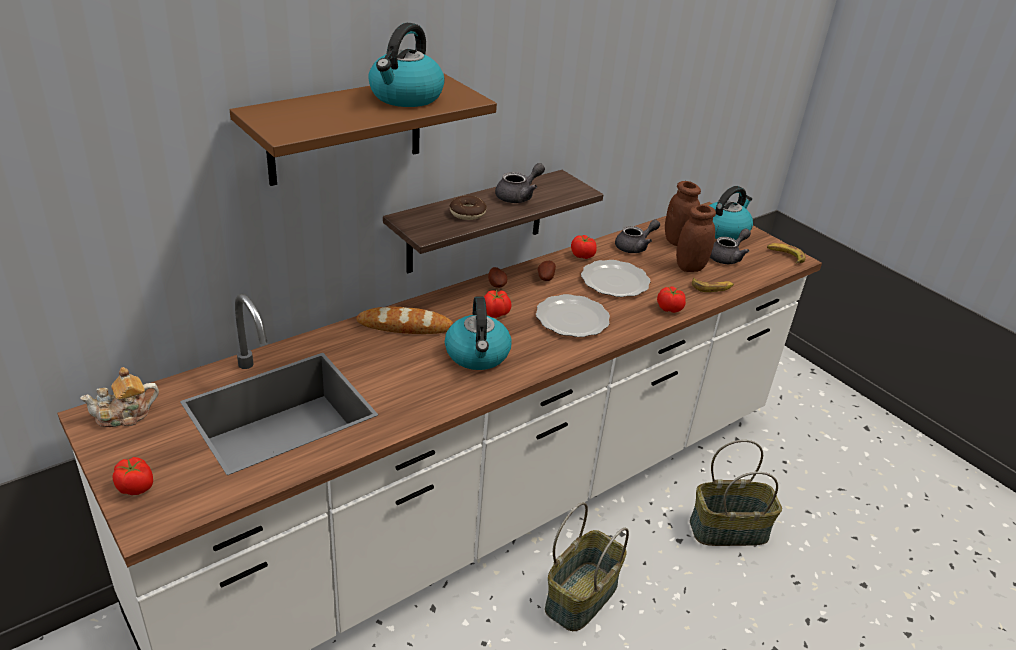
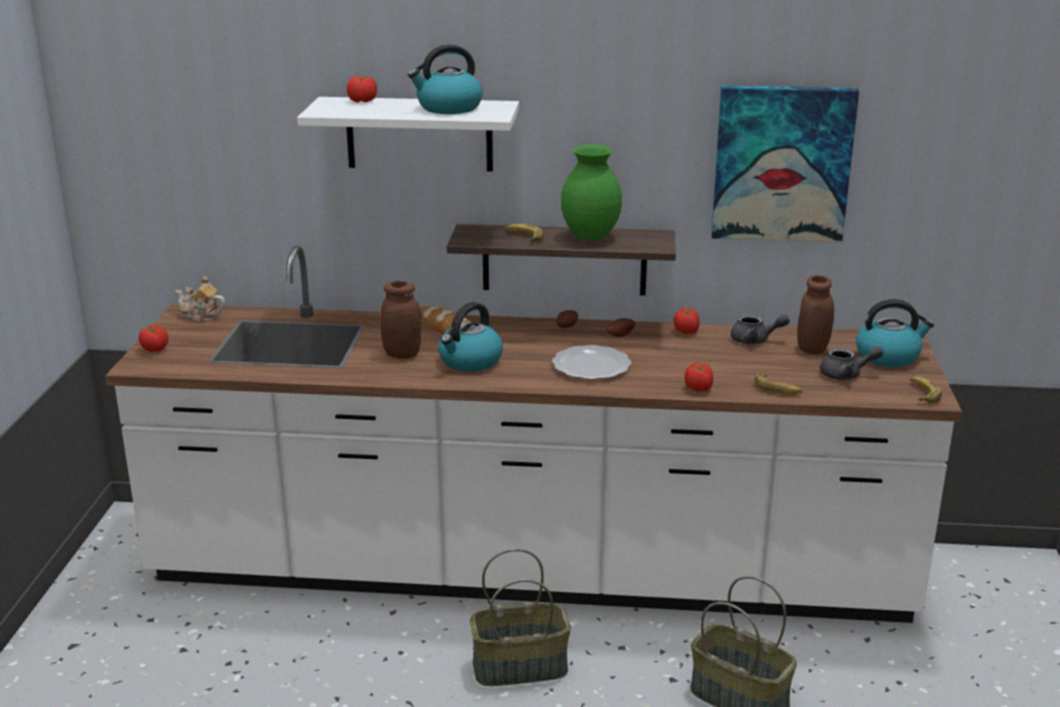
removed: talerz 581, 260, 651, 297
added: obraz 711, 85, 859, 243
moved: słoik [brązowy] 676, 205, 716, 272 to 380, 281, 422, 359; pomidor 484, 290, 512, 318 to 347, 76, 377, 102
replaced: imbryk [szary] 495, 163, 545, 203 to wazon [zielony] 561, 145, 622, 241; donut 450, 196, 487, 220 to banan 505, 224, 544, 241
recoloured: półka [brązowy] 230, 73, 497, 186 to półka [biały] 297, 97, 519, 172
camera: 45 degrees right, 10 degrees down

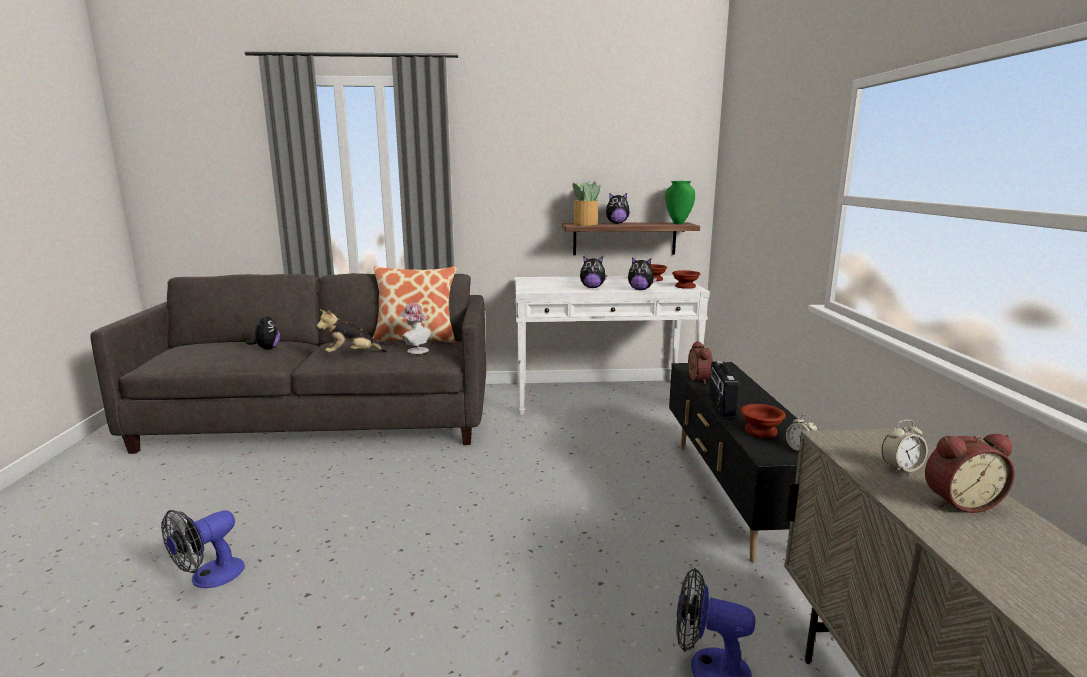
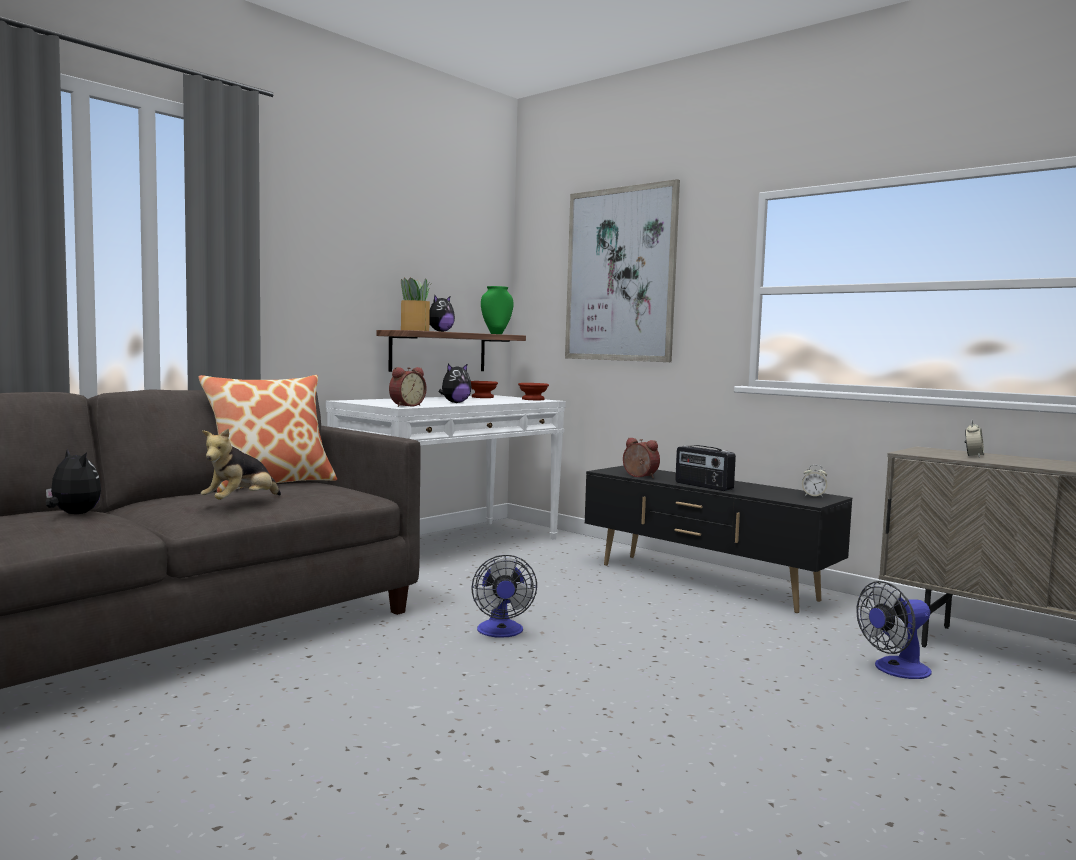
removed: pluszak 628, 257, 657, 290; kapelusz 400, 303, 431, 354; miska [brązowy] 740, 404, 786, 438
added: obraz 565, 179, 680, 362
moved: budzik 925, 434, 1014, 513 to 389, 367, 427, 407; wentylator 161, 510, 245, 588 to 471, 555, 537, 637
camera: 45 degrees left, 10 degrees down

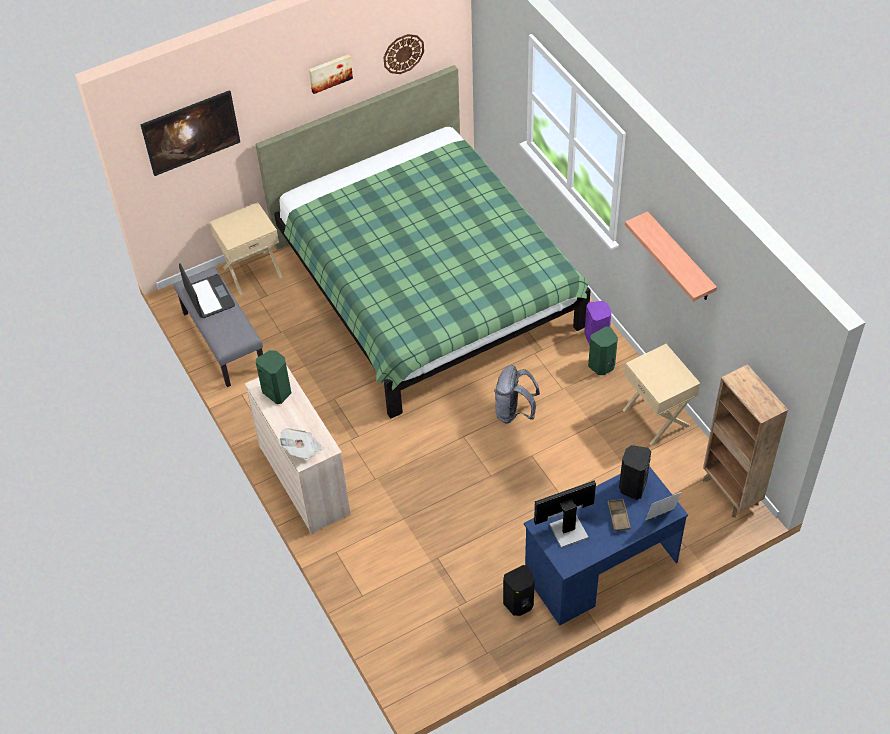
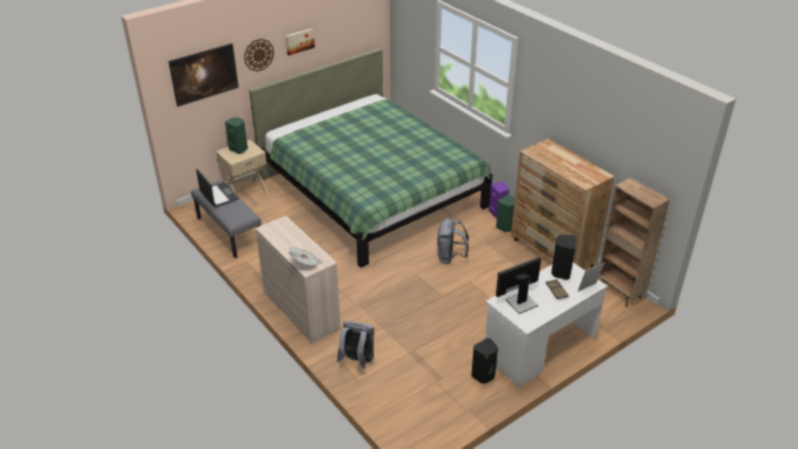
removed: półka 625, 211, 717, 302
added: plecak [szary] 337, 321, 374, 369
moved: zegar ścienny 384, 34, 424, 74 to 244, 39, 274, 72; głośnik [zielony] 256, 350, 291, 404 to 225, 117, 248, 154
replaced: szafka nocna [beżowy] 623, 344, 700, 445 to komoda [brązowy] 511, 139, 614, 269
recoloured: biurko [niebieski] 524, 466, 688, 626 to biurko [biały] 485, 262, 608, 387
camera: 10 degrees left, 15 degrees down

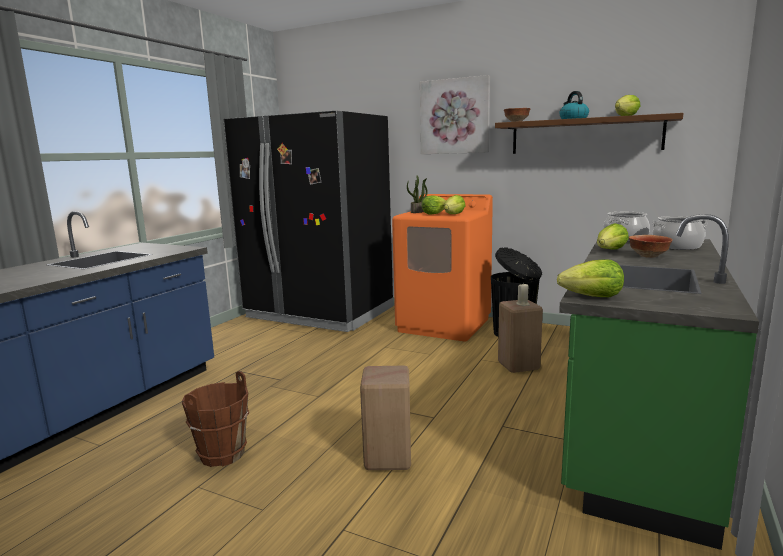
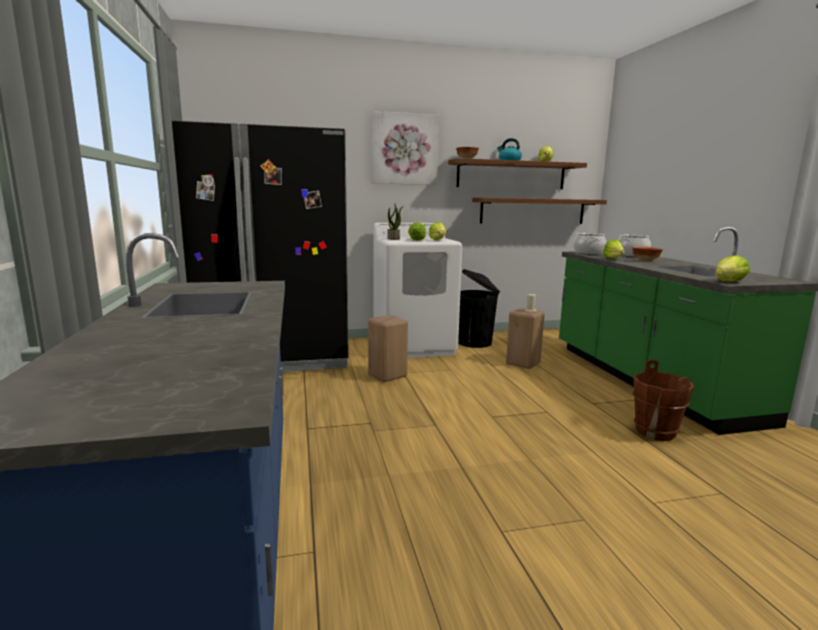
added: półka [brązowy] 472, 198, 607, 224
moved: stołek [beżowy] 360, 366, 411, 470 to 368, 315, 408, 382; wiadro [brązowy] 182, 371, 249, 467 to 632, 360, 694, 441
recoloured: pralka [pomarańczowy] 392, 194, 493, 342 to pralka [biały] 373, 223, 462, 358
camera: 40 degrees left, 0 degrees up

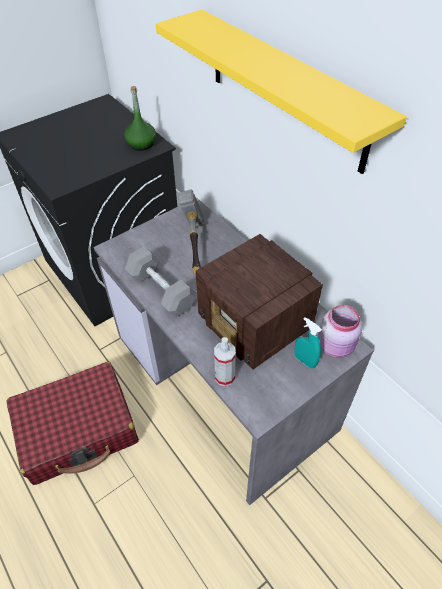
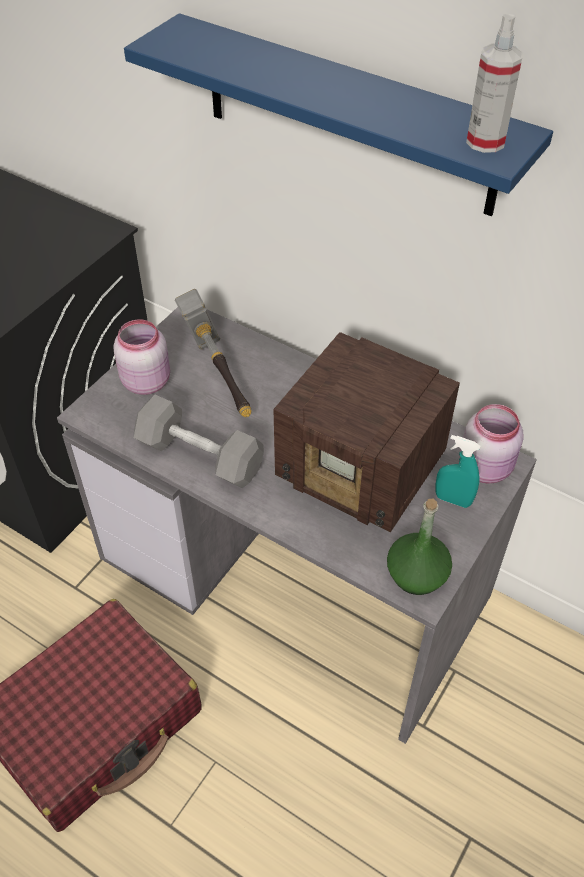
added: słoik [różowy] 113, 319, 170, 395
moved: butelka [zielony] 124, 86, 156, 151 to 387, 499, 452, 595; spryskiwacz 214, 337, 236, 386 to 466, 14, 523, 153
recoloured: półka [żółty] 156, 10, 407, 174 to półka [niebieski] 124, 13, 553, 216
camera: 20 degrees left, 0 degrees up

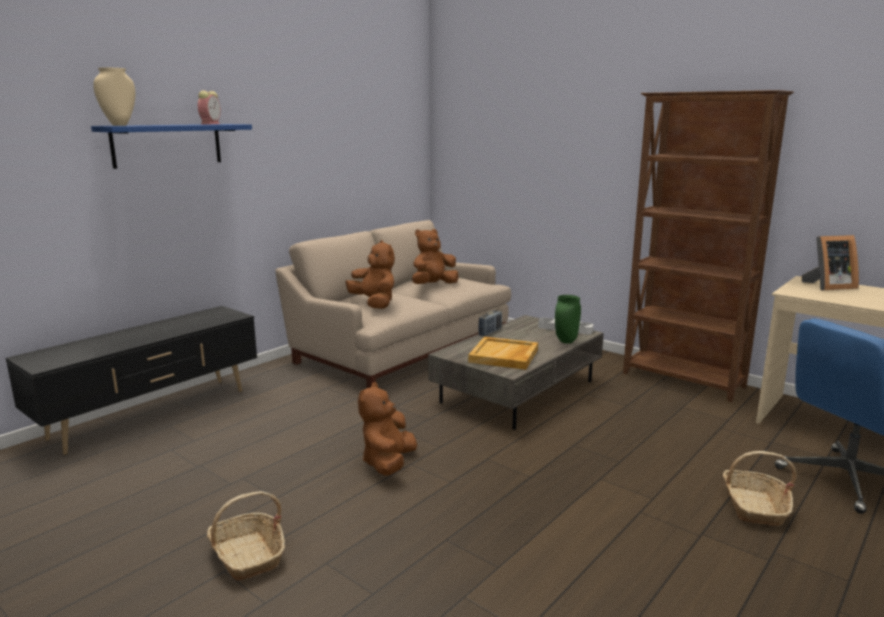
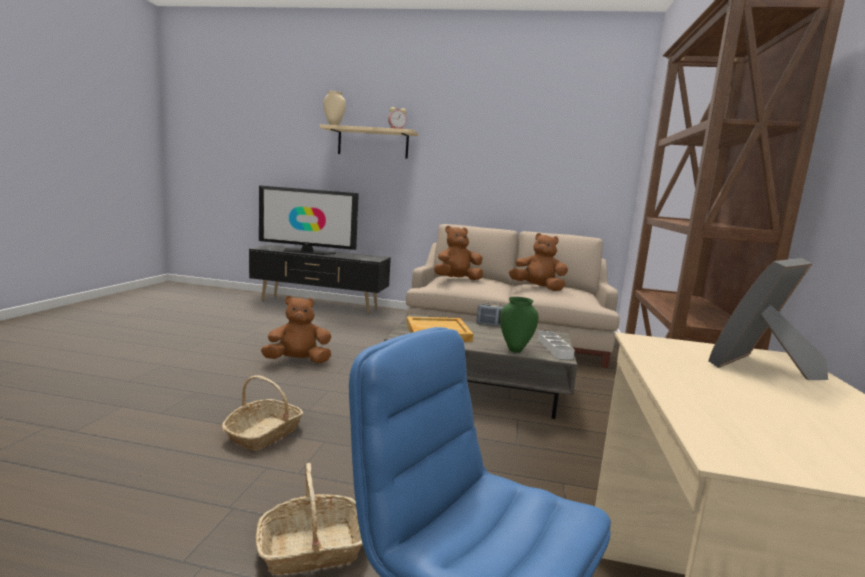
added: telewizor 259, 185, 359, 255
moved: koszyk 207, 491, 285, 581 to 222, 375, 303, 450
recoloured: półka [niebieski] 91, 124, 252, 169 to półka [beżowy] 320, 124, 418, 159
turned: ramka na zdjęcie 802, 235, 859, 291 = 708, 258, 828, 380 90 degrees clockwise; pluszak [brązowy] 345, 240, 395, 309 = 434, 226, 483, 280 135 degrees counterclockwise
camera: 60 degrees right, 5 degrees down

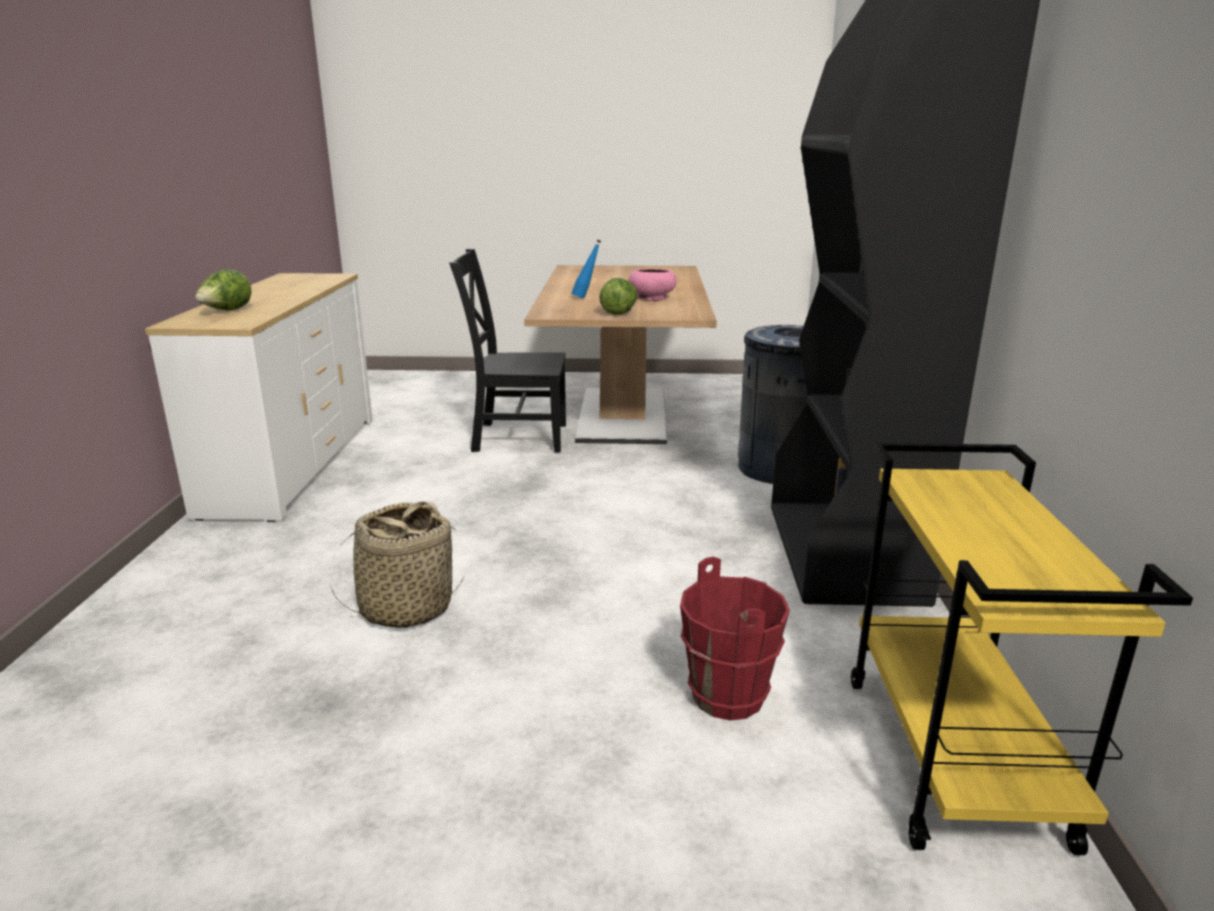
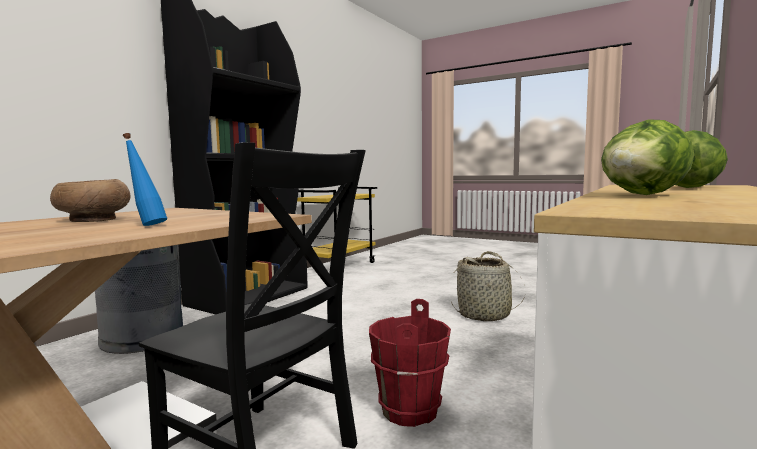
moved: sałata 599, 278, 637, 315 to 601, 119, 694, 195; wiadro [czerwony] 680, 556, 790, 720 to 369, 299, 451, 427
recoloured: miska [różowy] 628, 268, 677, 301 to miska [brązowy] 50, 179, 130, 222
camera: 150 degrees left, 15 degrees down

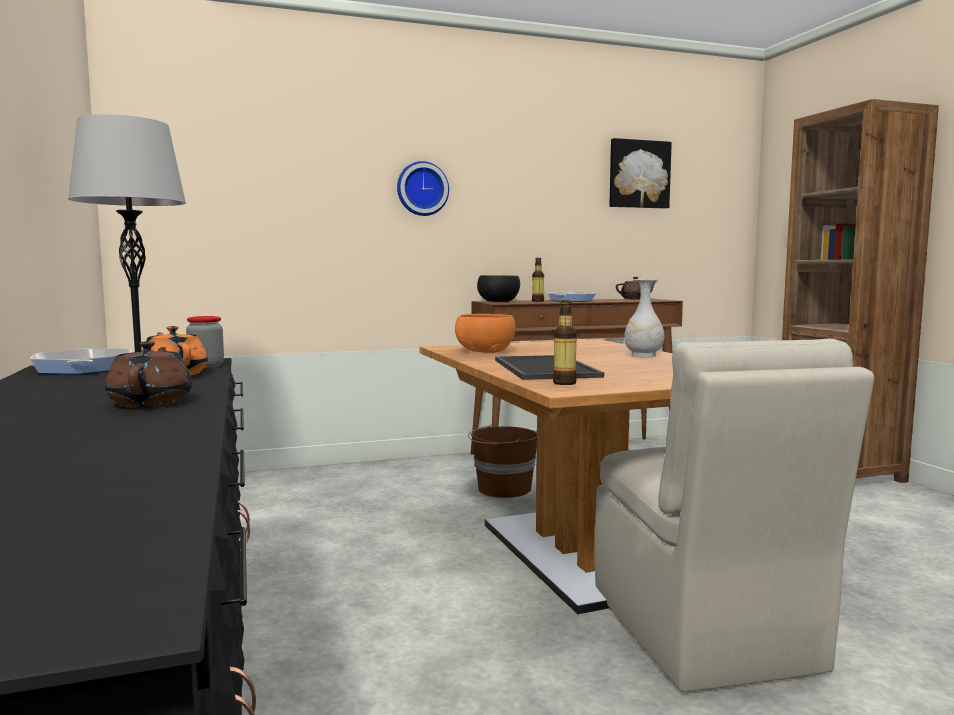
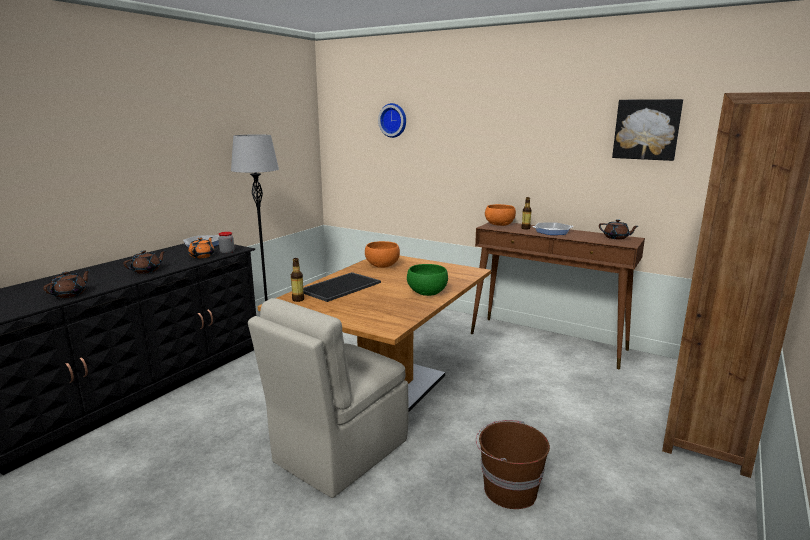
added: imbryk [brązowy] 43, 270, 90, 298
moved: zegar ścienny 397, 161, 449, 216 to 378, 103, 406, 138; wiadro [brązowy] 468, 425, 537, 498 to 476, 420, 550, 509
replaced: wazon [biały] 624, 279, 664, 357 to miska [zielony] 407, 264, 448, 296
recoloured: miska [czarny] 477, 275, 520, 302 to miska [pomarańczowy] 485, 204, 516, 226
camera: 50 degrees right, 10 degrees up

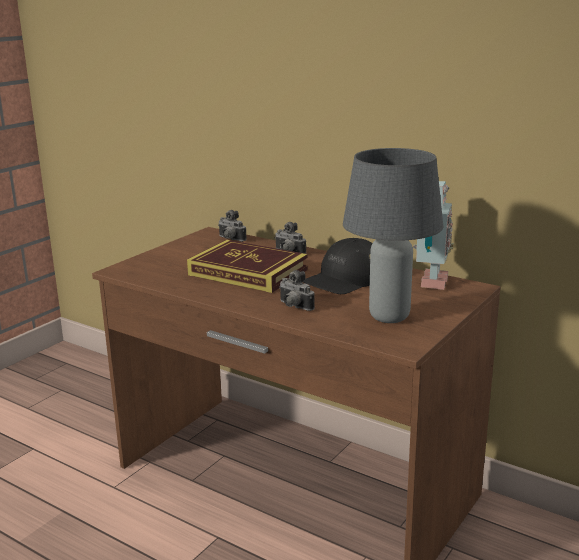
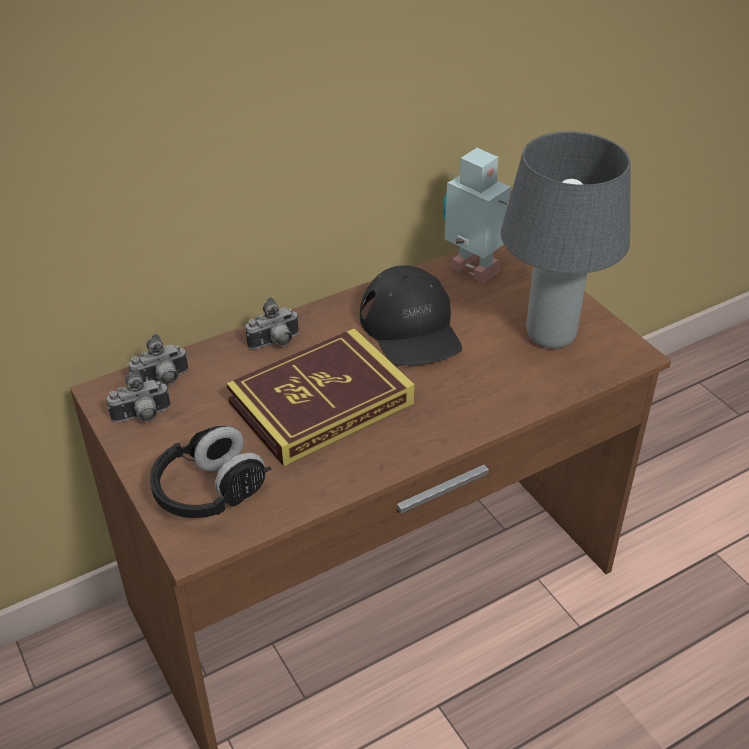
added: słuchawki [czarny] 150, 426, 271, 518
moved: aparat fotograficzny 279, 270, 315, 311 to 107, 368, 171, 422
camera: 65 degrees left, 20 degrees up

